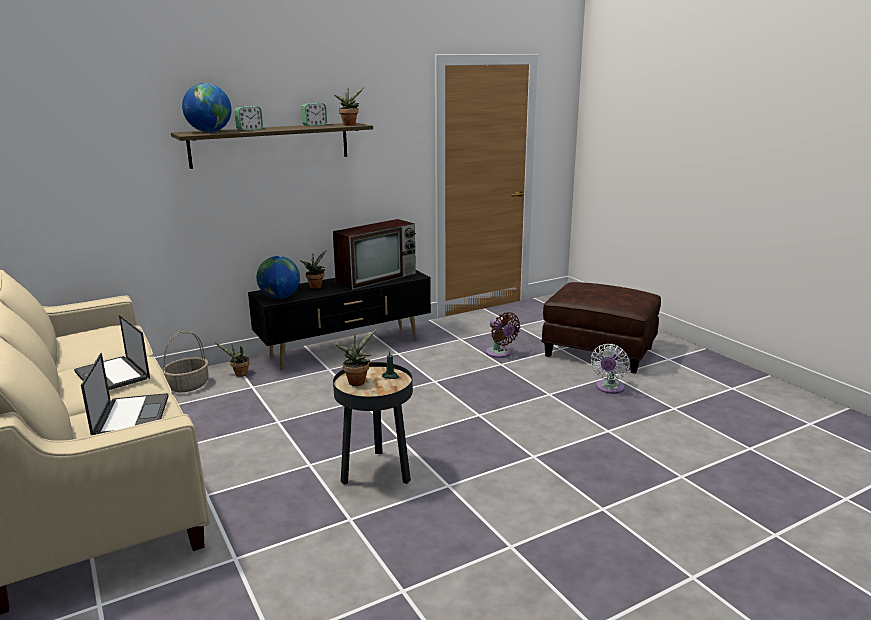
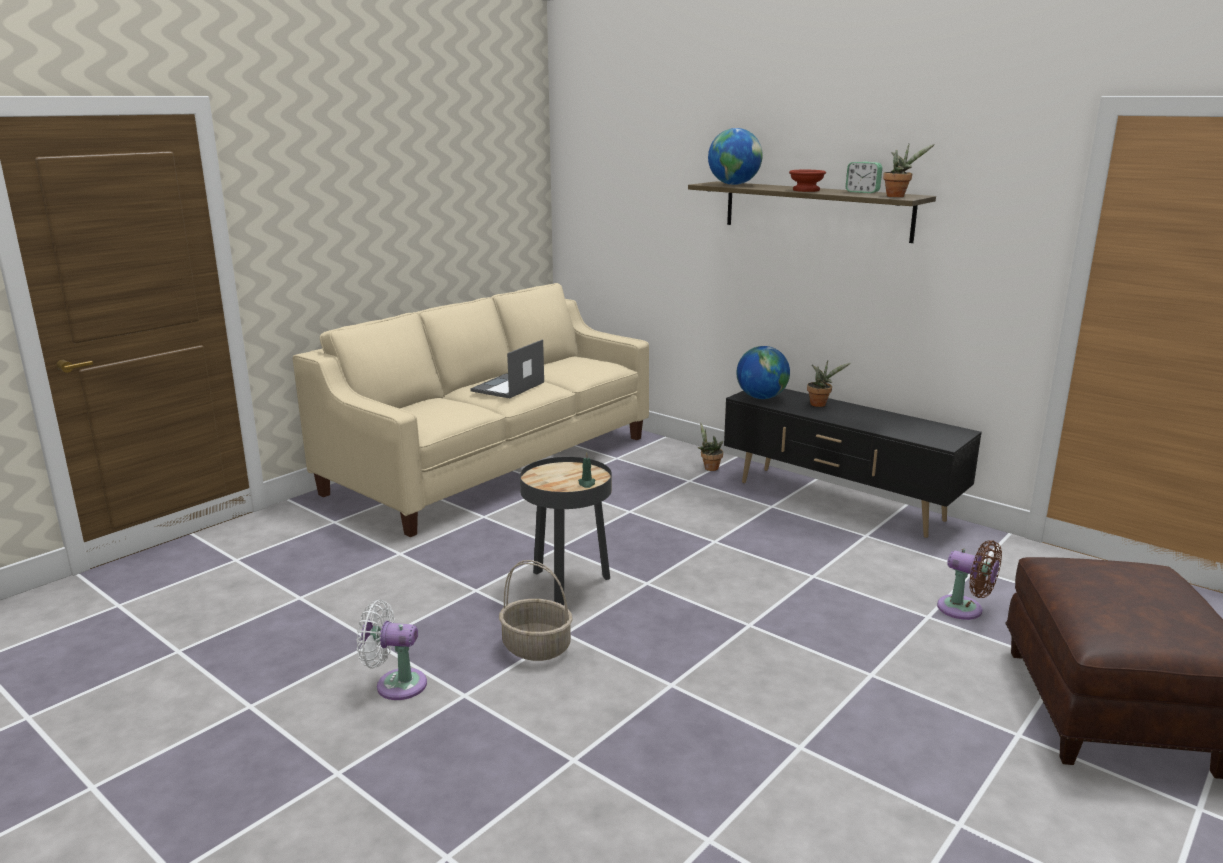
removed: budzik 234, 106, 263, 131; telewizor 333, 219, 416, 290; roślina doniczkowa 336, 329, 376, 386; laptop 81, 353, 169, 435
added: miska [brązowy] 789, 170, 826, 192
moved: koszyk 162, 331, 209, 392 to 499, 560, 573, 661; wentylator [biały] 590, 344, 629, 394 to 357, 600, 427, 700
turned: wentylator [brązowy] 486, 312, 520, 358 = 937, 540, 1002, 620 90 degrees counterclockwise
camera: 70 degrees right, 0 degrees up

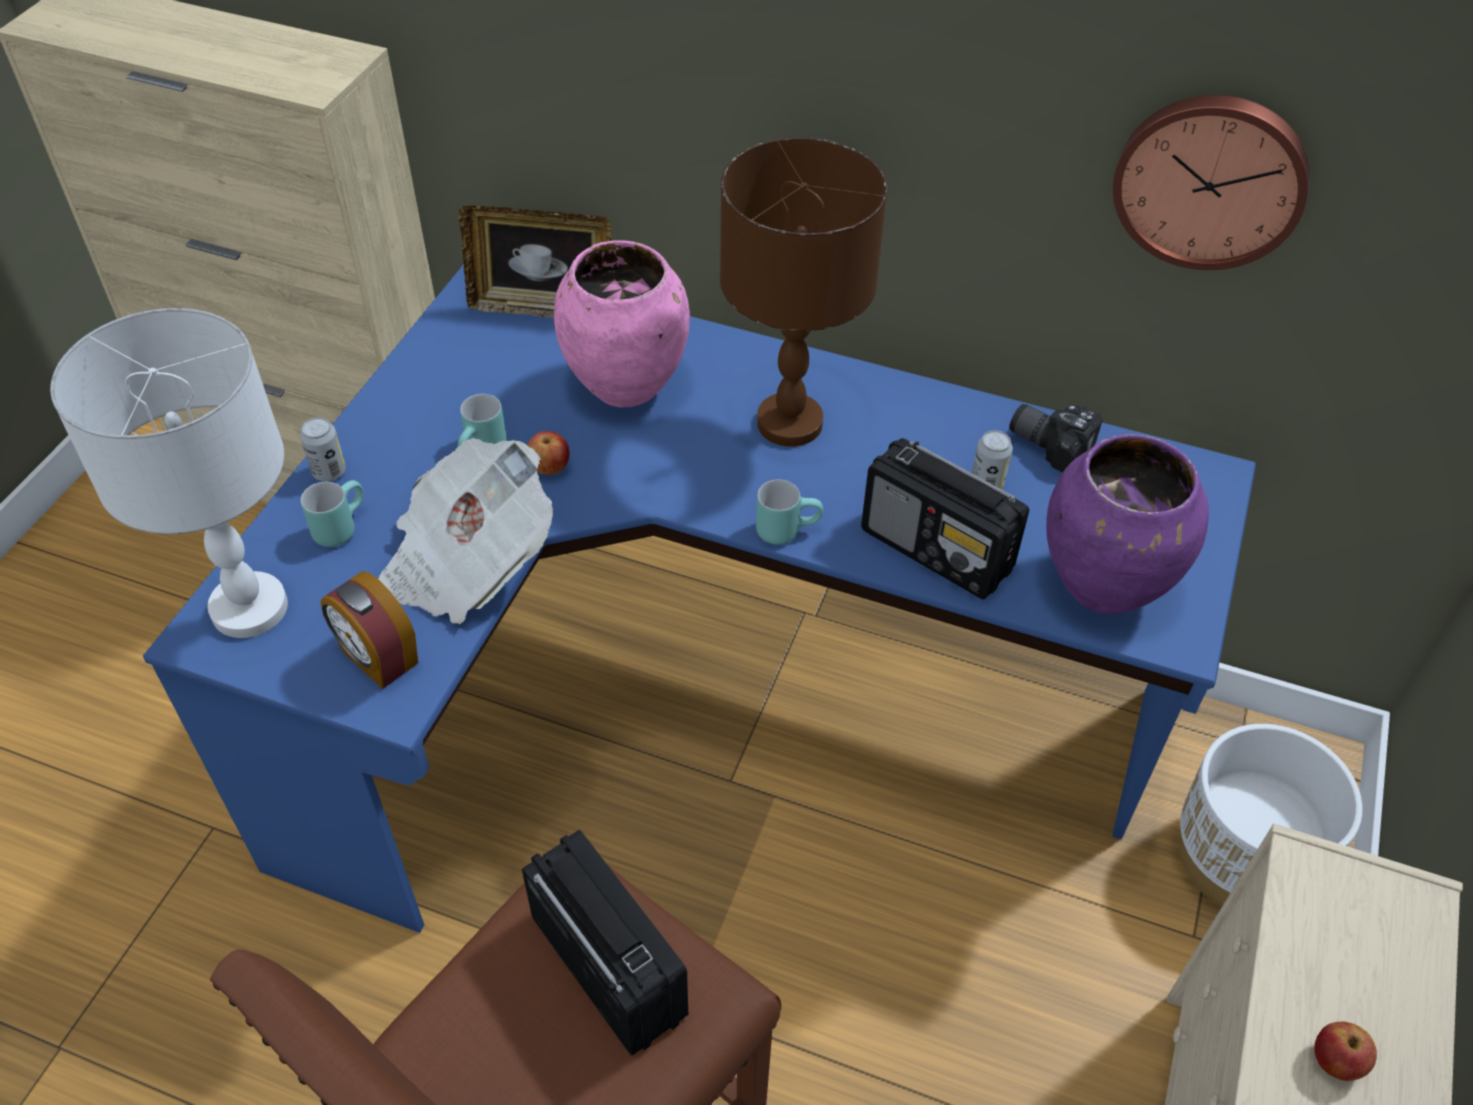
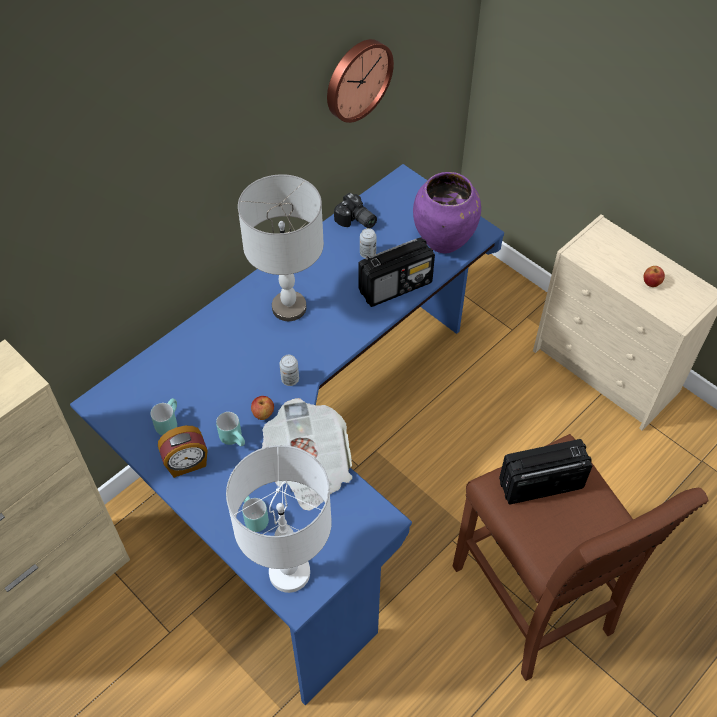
removed: ramka na zdjęcie 459, 206, 612, 318; wazon [różowy] 554, 240, 690, 408; donica [biały] 1180, 724, 1362, 906
moved: puszka 300, 417, 346, 481 to 280, 355, 299, 386; kubek [turkusowy] 756, 479, 823, 545 to 151, 398, 177, 435; budzik 321, 571, 418, 689 to 158, 426, 208, 478
recoloured: lampa stołowa [brązowy] 720, 137, 887, 447 to lampa stołowa [szary] 238, 174, 324, 321
turned: aparat fotograficzny 1009, 404, 1103, 473 = 334, 193, 377, 228 105 degrees counterclockwise
camera: 65 degrees left, 5 degrees up

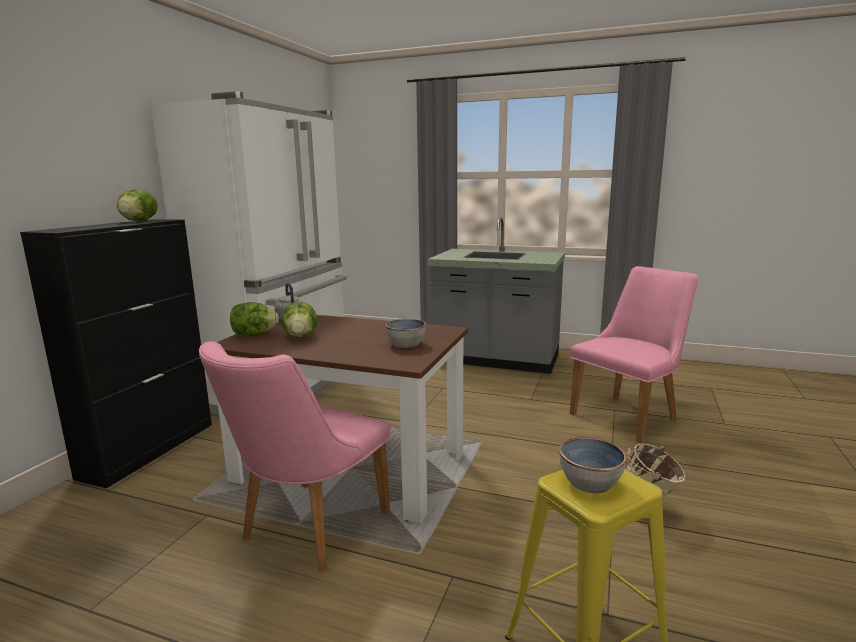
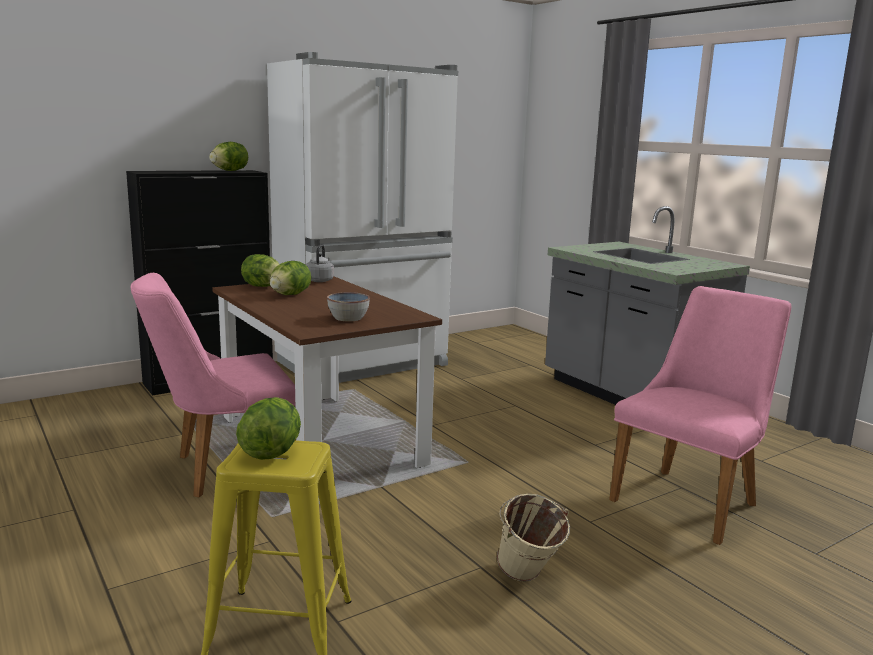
replaced: miska 559, 437, 627, 493 to sałata 236, 397, 301, 460
turned: krzesło [różowy] 570, 266, 699, 443 = 609, 286, 791, 545 45 degrees counterclockwise
camera: 35 degrees right, 0 degrees up

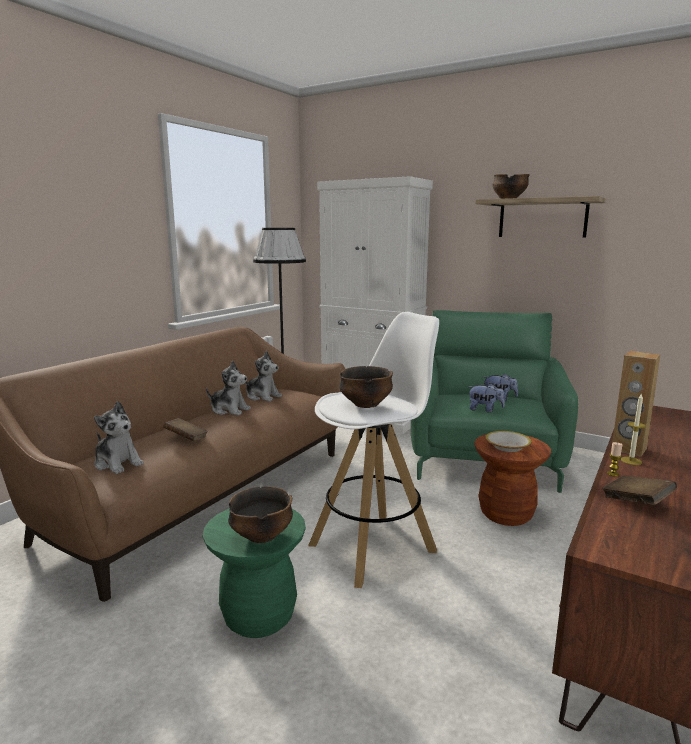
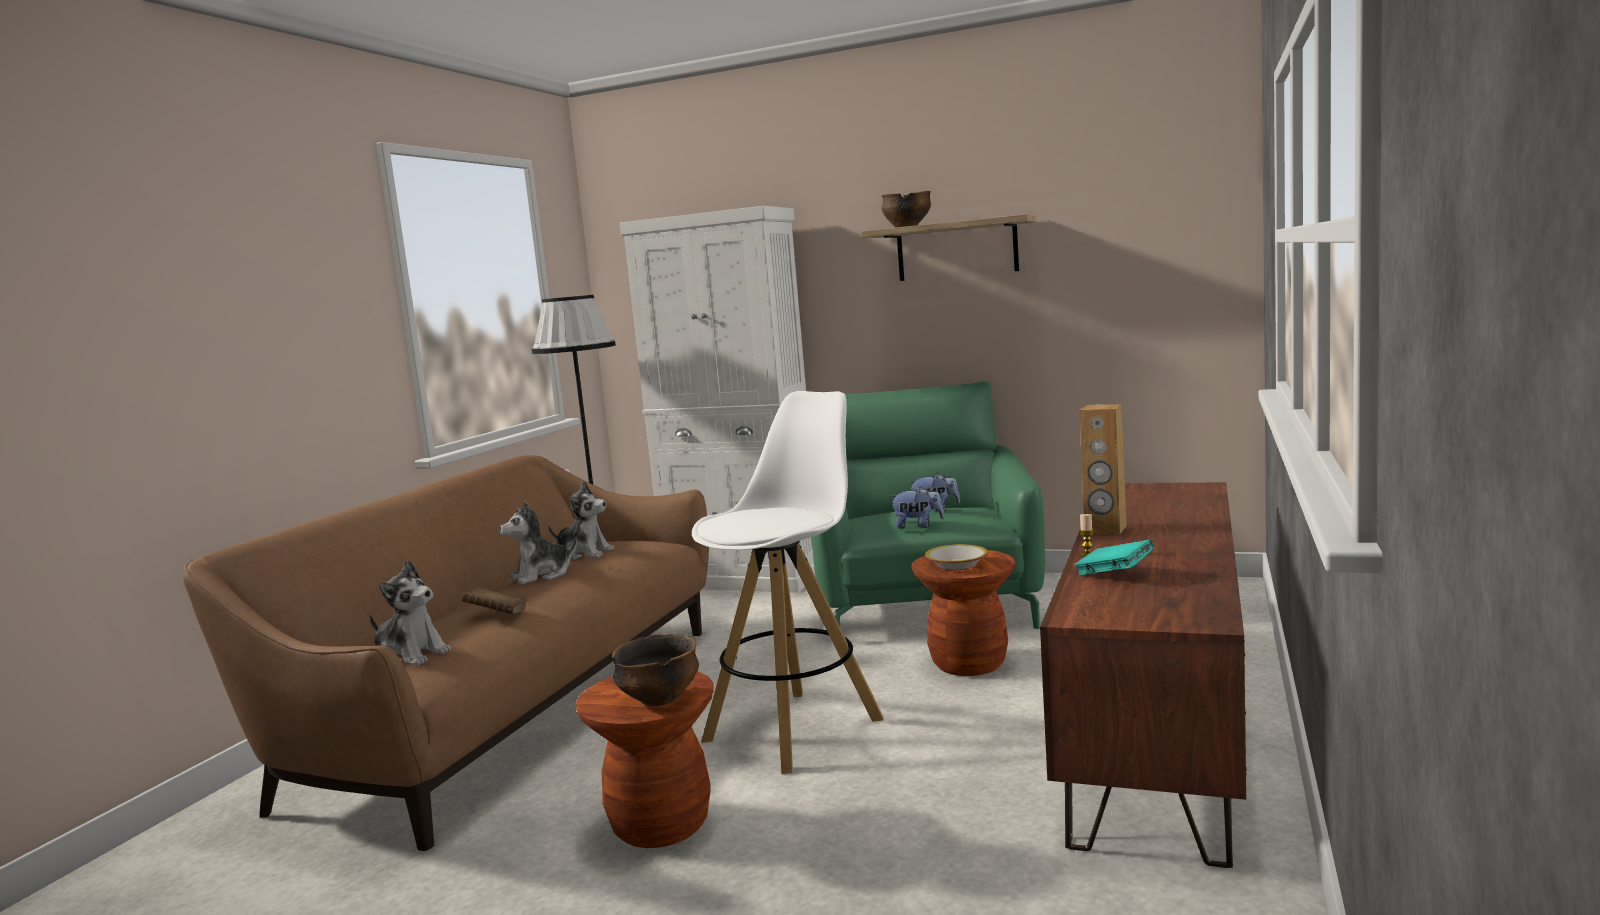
removed: miska 339, 366, 393, 408; świeca 621, 394, 646, 465
recoloured: książka [brązowy] 602, 475, 677, 505 to książka [turkusowy] 1074, 540, 1154, 575; stołek [zielony] 203, 508, 306, 638 to stołek [brązowy] 575, 671, 714, 848
turned: pluszak 206, 361, 251, 416 = 499, 501, 577, 585 135 degrees clockwise
camera: 10 degrees left, 5 degrees down

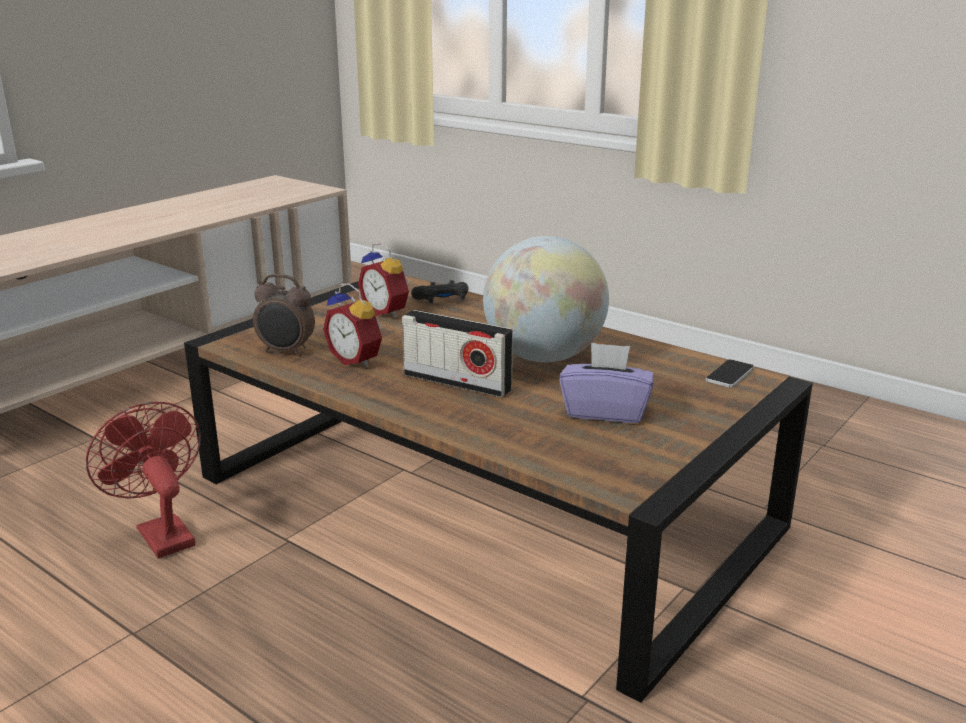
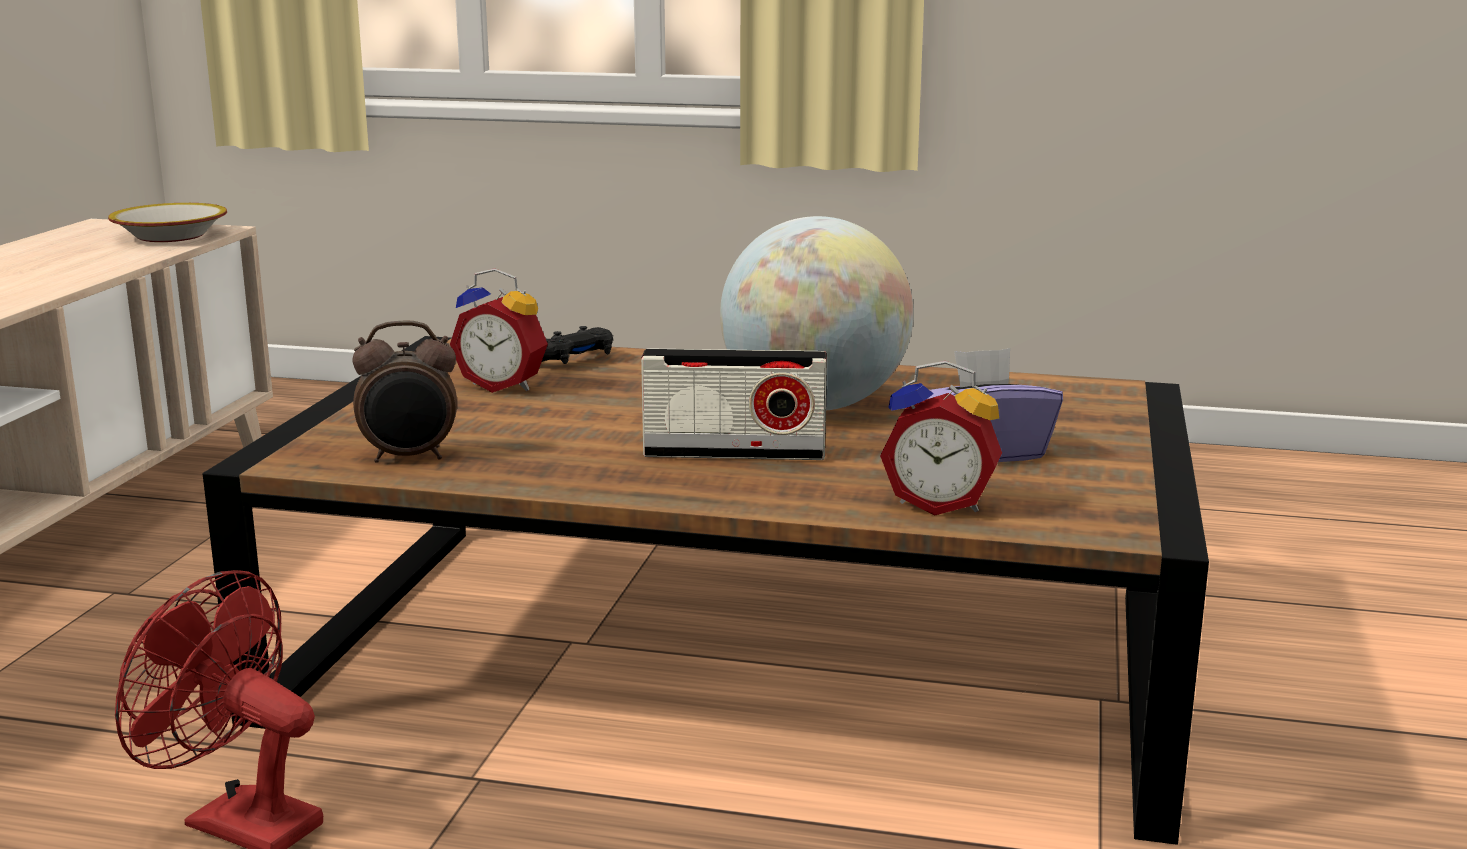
removed: telefon 706, 359, 754, 388
added: miska 108, 203, 227, 242
moved: budzik 323, 283, 382, 368 to 880, 361, 1002, 516
camera: 25 degrees left, 5 degrees down

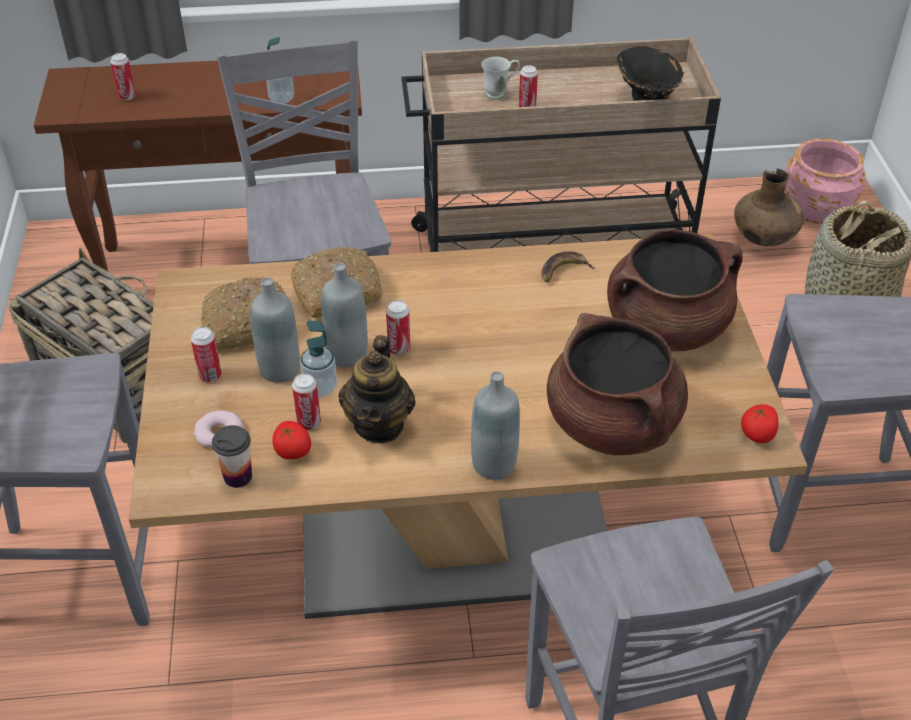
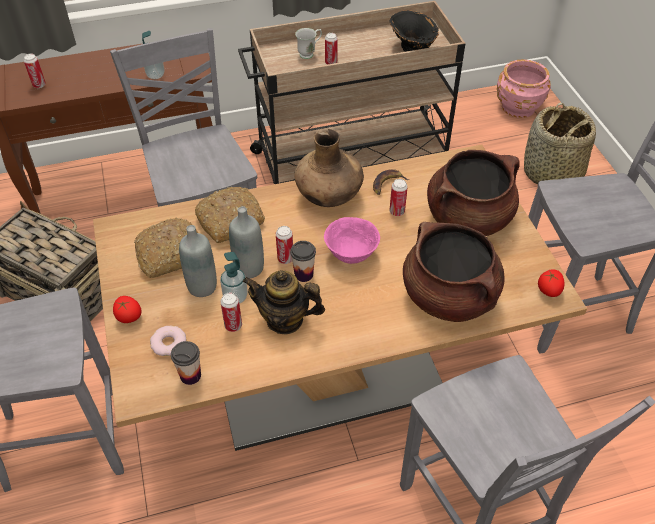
removed: butelka [szary] 471, 371, 520, 480
added: miska [różowy] 324, 217, 380, 264; filiżanka 290, 241, 316, 282
moved: wazon [brązowy] 734, 168, 804, 246 to 294, 129, 364, 207; puszka 191, 327, 222, 382 to 389, 179, 408, 216; pomidor 272, 421, 311, 459 to 113, 296, 141, 323
turned: imbryk 339, 335, 415, 443 = 243, 270, 325, 334 105 degrees clockwise
camera: 10 degrees left, 5 degrees up

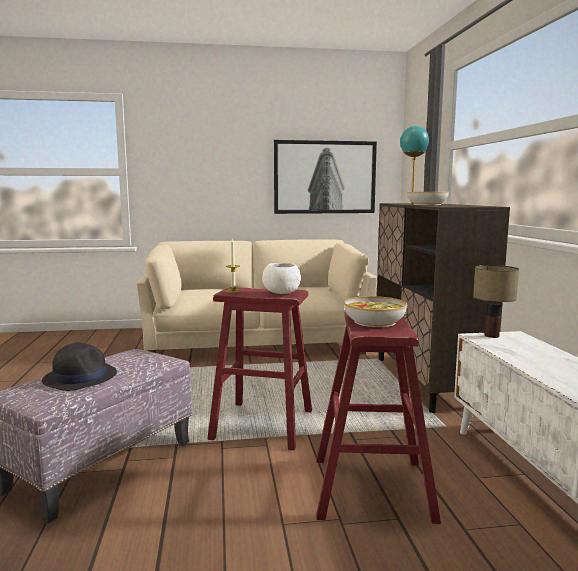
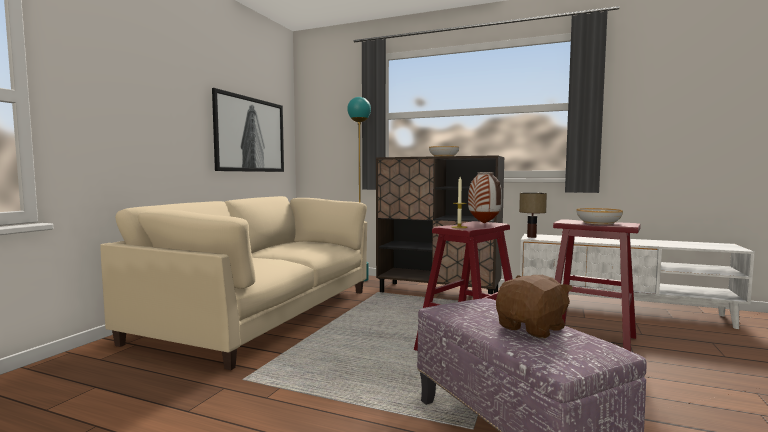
replaced: miska [biały] 262, 263, 301, 294 to wazon 468, 172, 502, 223; kapelusz [czarny] 42, 342, 117, 391 to pluszak [brązowy] 496, 275, 573, 338
camera: 60 degrees left, 5 degrees down

